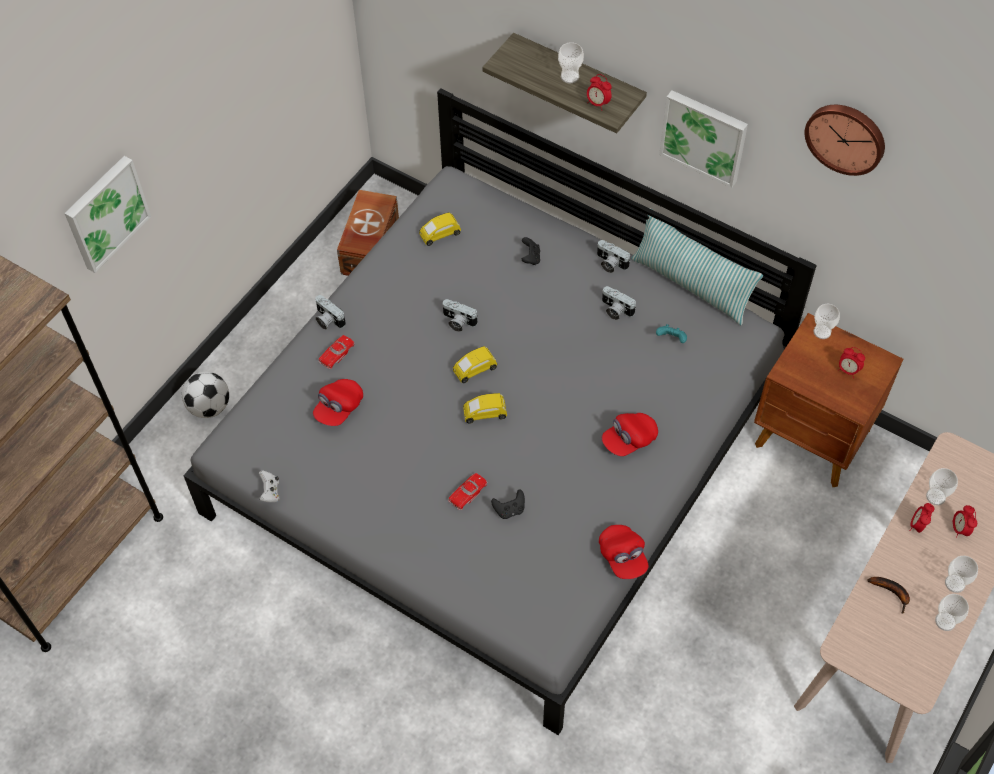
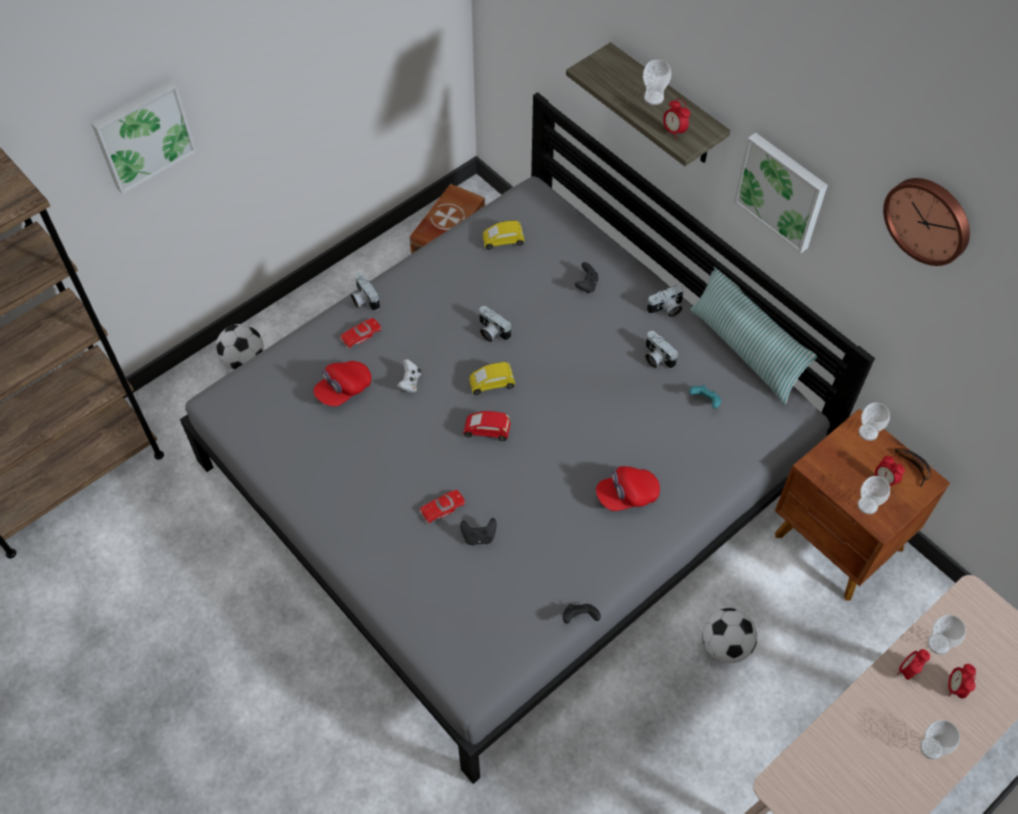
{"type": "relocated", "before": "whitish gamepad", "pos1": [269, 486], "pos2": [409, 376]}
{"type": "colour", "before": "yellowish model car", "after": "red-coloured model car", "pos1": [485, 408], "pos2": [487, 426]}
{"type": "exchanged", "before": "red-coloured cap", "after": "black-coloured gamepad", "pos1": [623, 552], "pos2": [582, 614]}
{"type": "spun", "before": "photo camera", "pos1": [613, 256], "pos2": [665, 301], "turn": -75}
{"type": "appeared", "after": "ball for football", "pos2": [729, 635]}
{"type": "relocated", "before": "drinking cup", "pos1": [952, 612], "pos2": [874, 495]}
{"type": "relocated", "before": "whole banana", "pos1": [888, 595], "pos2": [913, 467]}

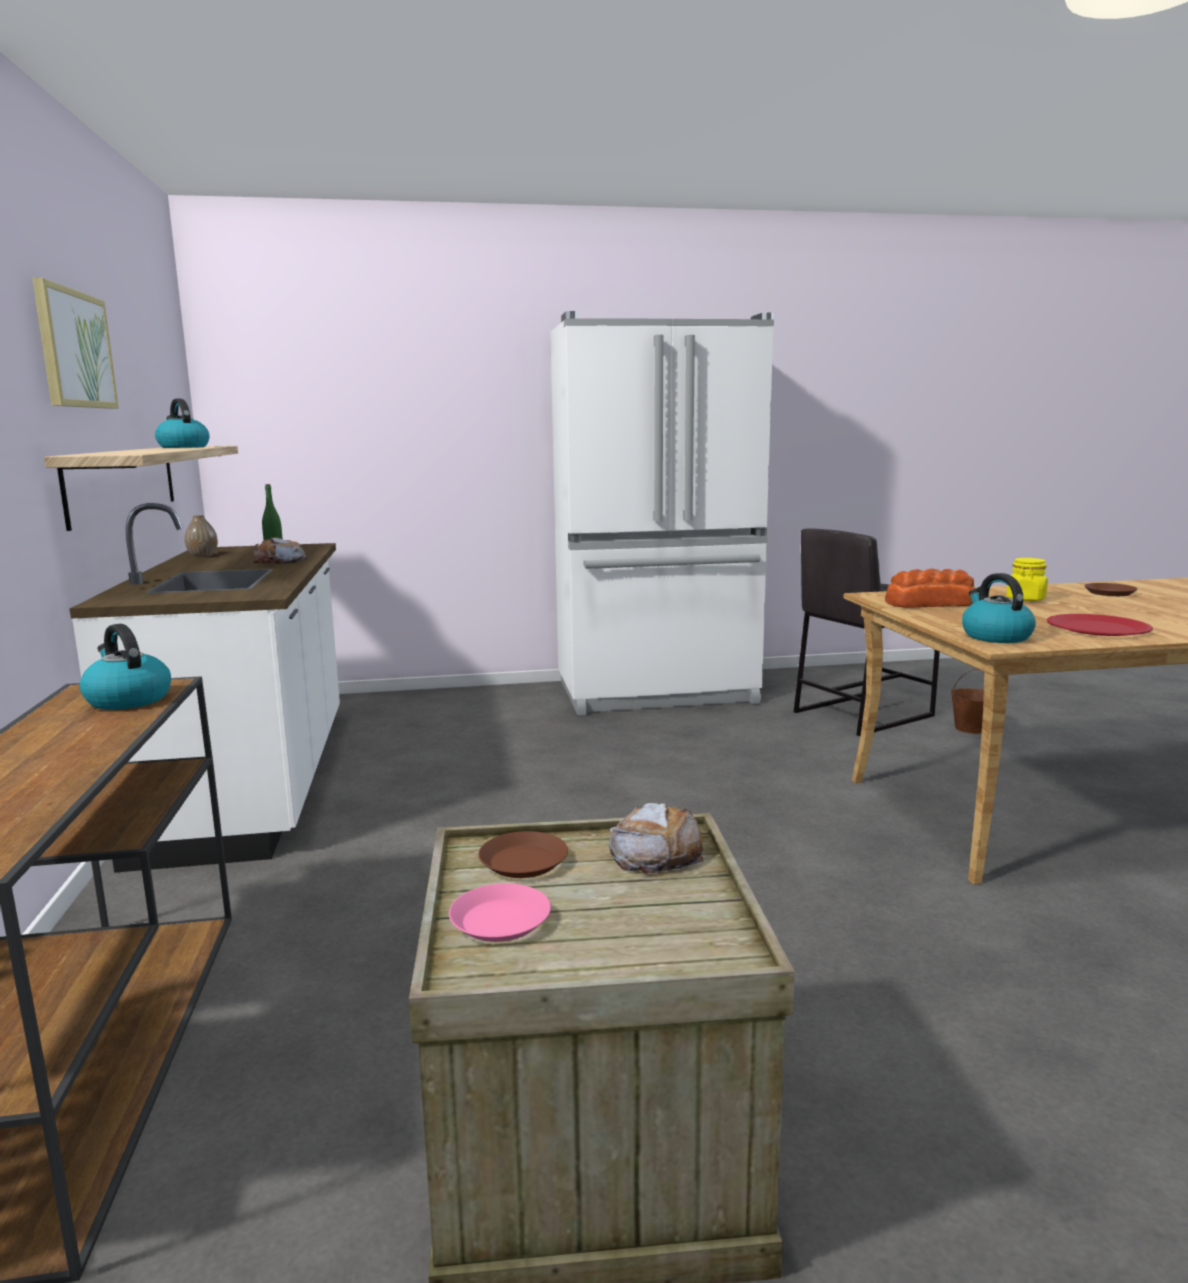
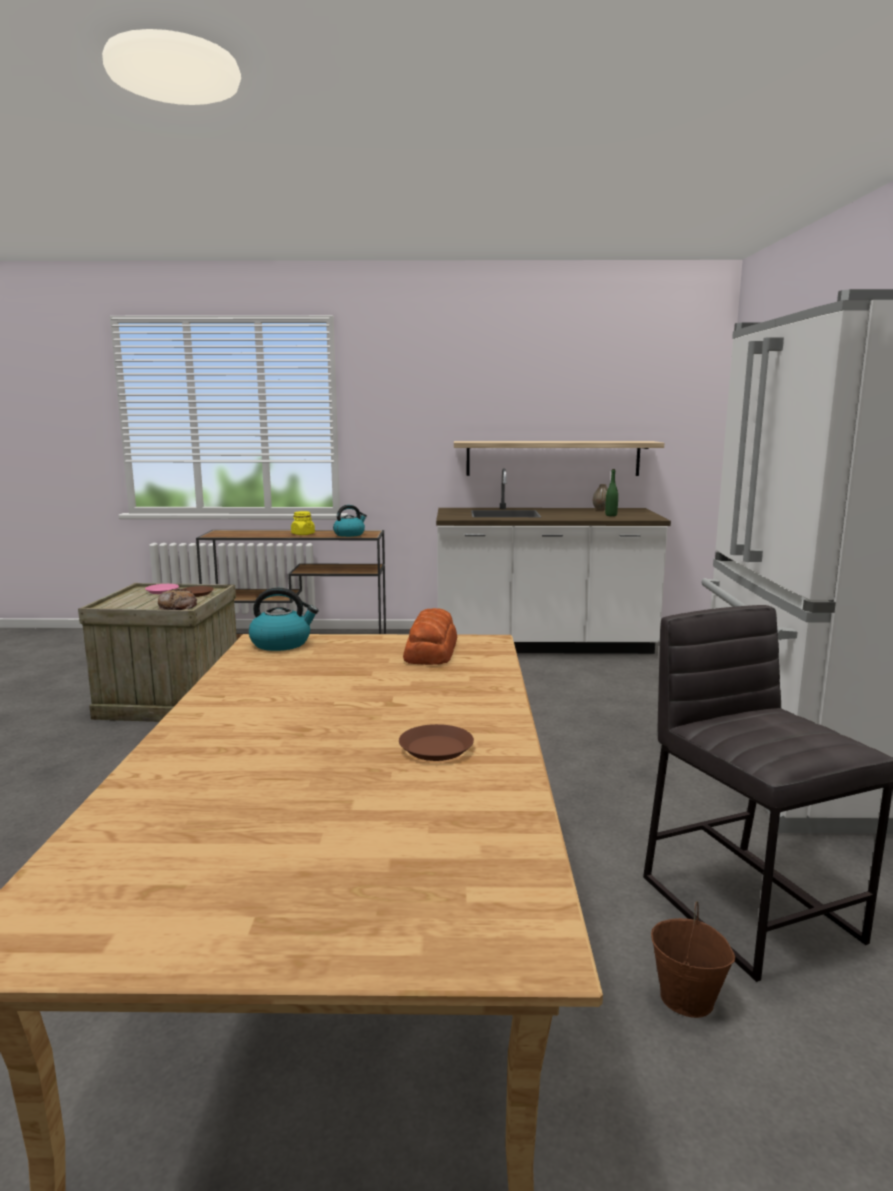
{"type": "relocated", "before": "yellowish jar", "pos1": [1027, 579], "pos2": [303, 523]}
{"type": "missing", "before": "picture", "pos1": [75, 343]}
{"type": "missing", "before": "kettle", "pos1": [182, 423]}
{"type": "missing", "before": "bread", "pos1": [280, 551]}
{"type": "missing", "before": "red-coloured plate", "pos1": [1100, 625]}

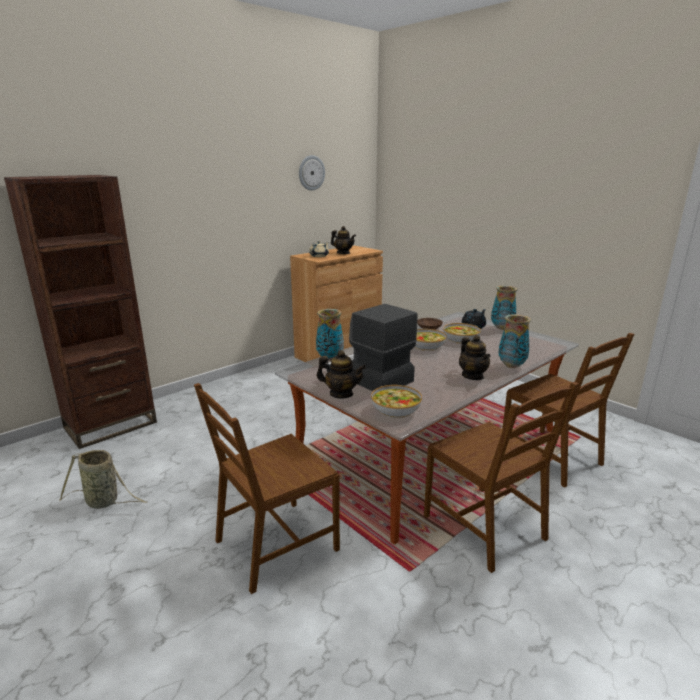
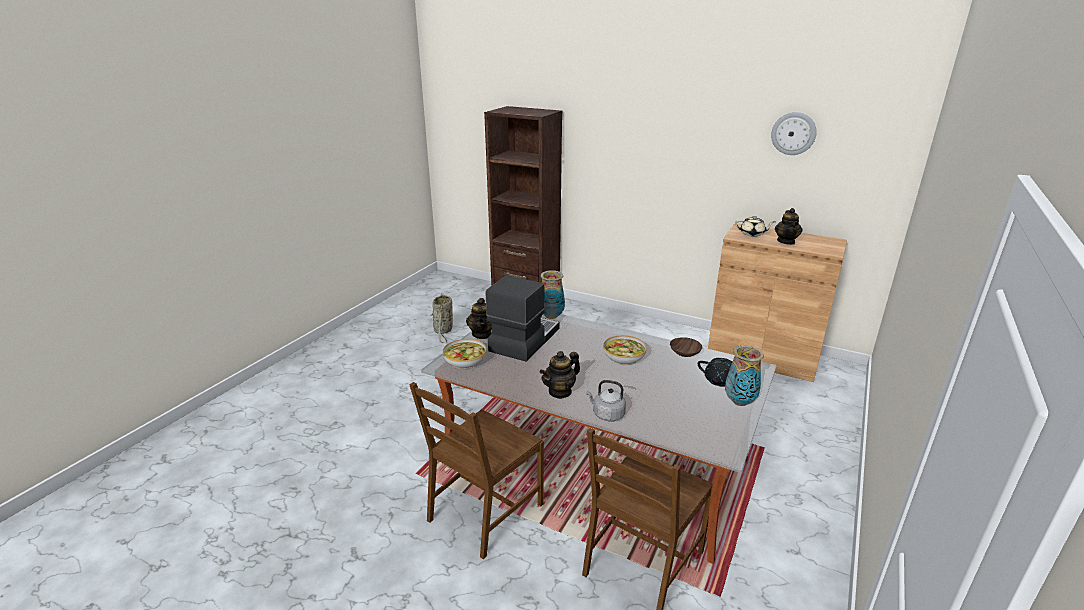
{"type": "exchanged", "before": "decorative vase", "after": "grey kettle", "pos1": [514, 341], "pos2": [606, 400]}
{"type": "missing", "before": "brown-coloured plain chair", "pos1": [267, 488]}
{"type": "missing", "before": "bowl", "pos1": [462, 333]}

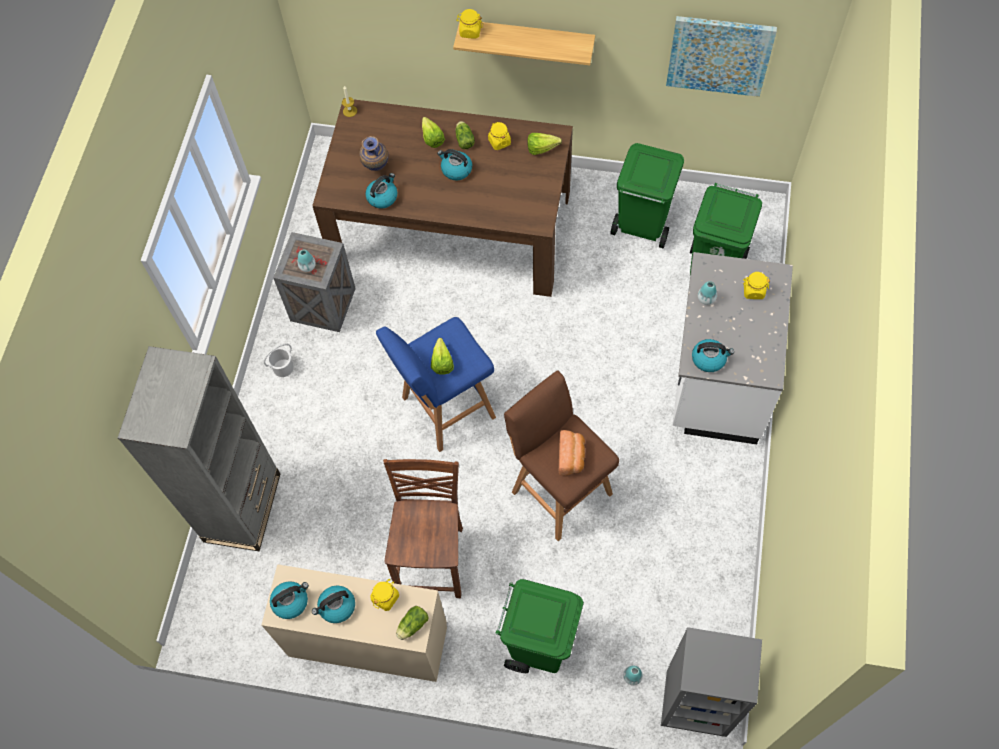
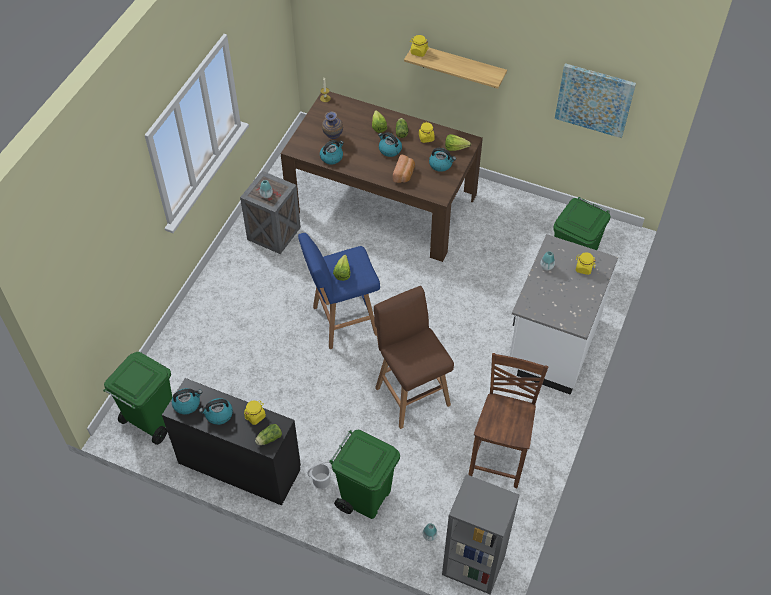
{"type": "relocated", "before": "green-coloured rubbish bin", "pos1": [647, 195], "pos2": [137, 398]}
{"type": "colour", "before": "beige-coloured desk table", "after": "black-coloured desk table", "pos1": [354, 623], "pos2": [231, 441]}
{"type": "relocated", "before": "whitish pail", "pos1": [279, 360], "pos2": [319, 475]}
{"type": "relocated", "before": "bread", "pos1": [572, 453], "pos2": [404, 169]}
{"type": "relocated", "before": "kettle", "pos1": [713, 355], "pos2": [442, 160]}
{"type": "relocated", "before": "brown-coloured plain chair", "pos1": [423, 528], "pos2": [508, 420]}
{"type": "missing", "before": "grey shelving unit", "pos1": [199, 448]}

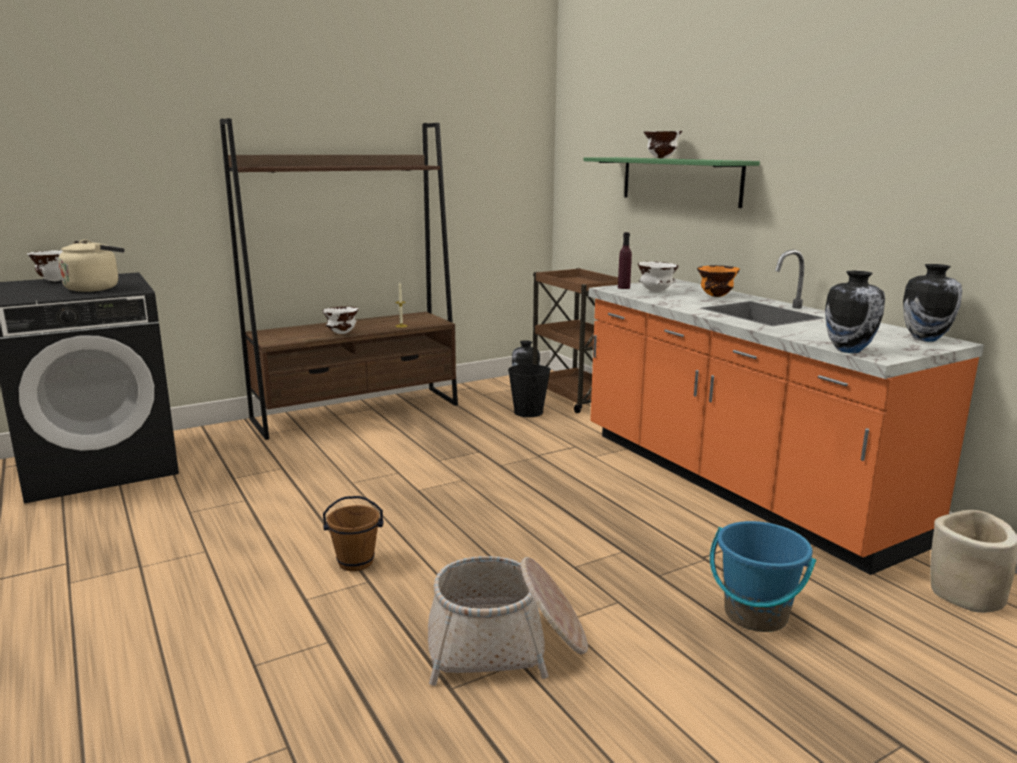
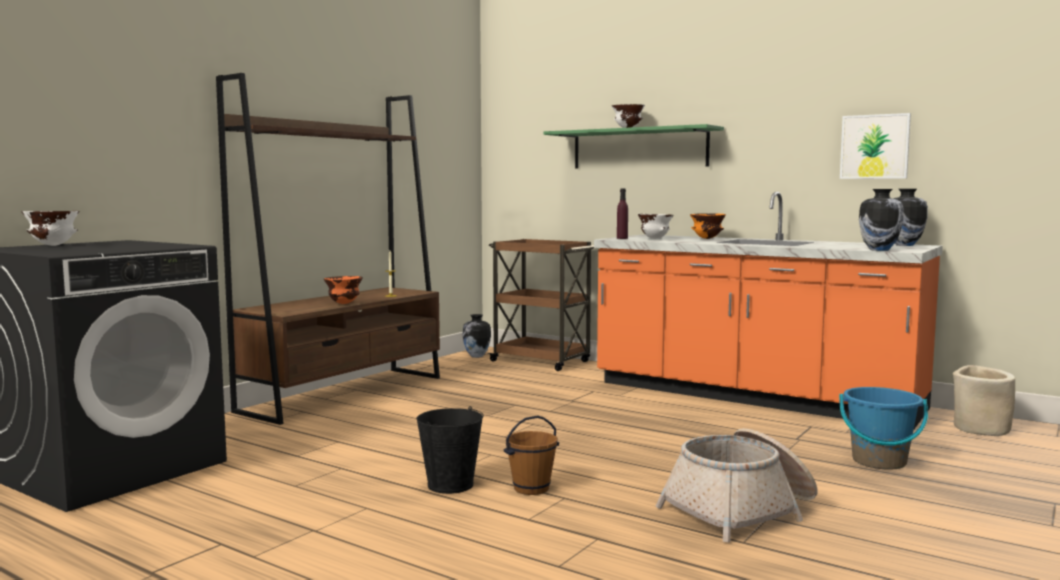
{"type": "colour", "before": "whitish bowl", "after": "orange-coloured bowl", "pos1": [340, 320], "pos2": [343, 290]}
{"type": "relocated", "before": "black-coloured pail", "pos1": [529, 390], "pos2": [450, 450]}
{"type": "appeared", "after": "picture", "pos2": [875, 146]}
{"type": "missing", "before": "beige-coloured kettle", "pos1": [91, 265]}

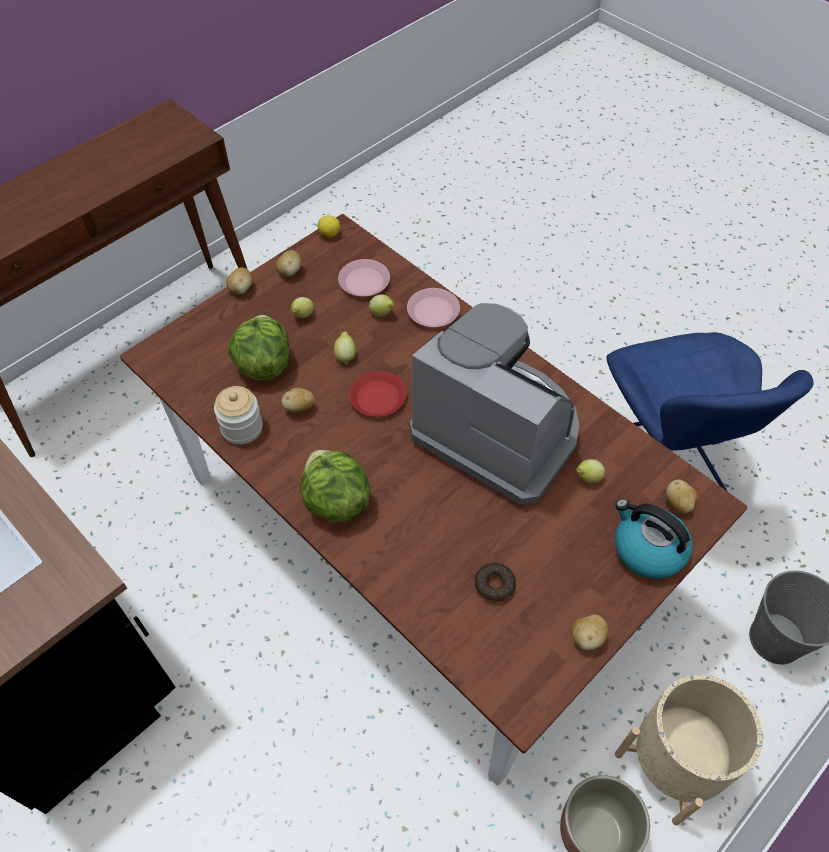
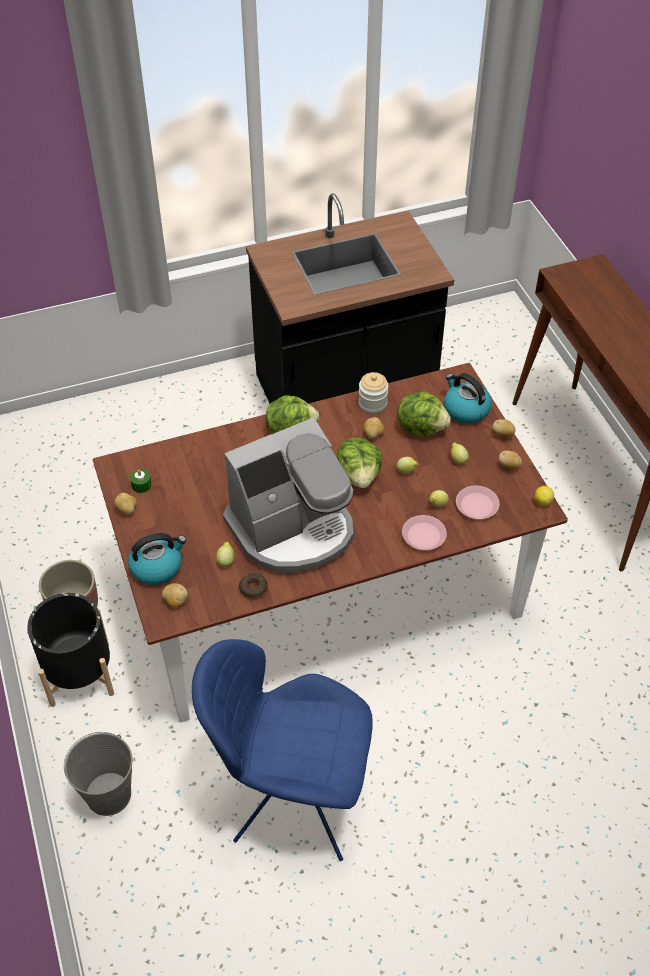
{"type": "colour", "before": "beige-coloured plant pot", "after": "black-coloured plant pot", "pos1": [689, 749], "pos2": [70, 650]}
{"type": "appeared", "after": "green-coloured wax candle", "pos2": [141, 481]}
{"type": "relocated", "before": "ring doughnut", "pos1": [495, 582], "pos2": [253, 586]}
{"type": "exchanged", "before": "red-coloured plate", "after": "head of lettuce", "pos1": [377, 394], "pos2": [359, 462]}
{"type": "appeared", "after": "kettle", "pos2": [468, 398]}

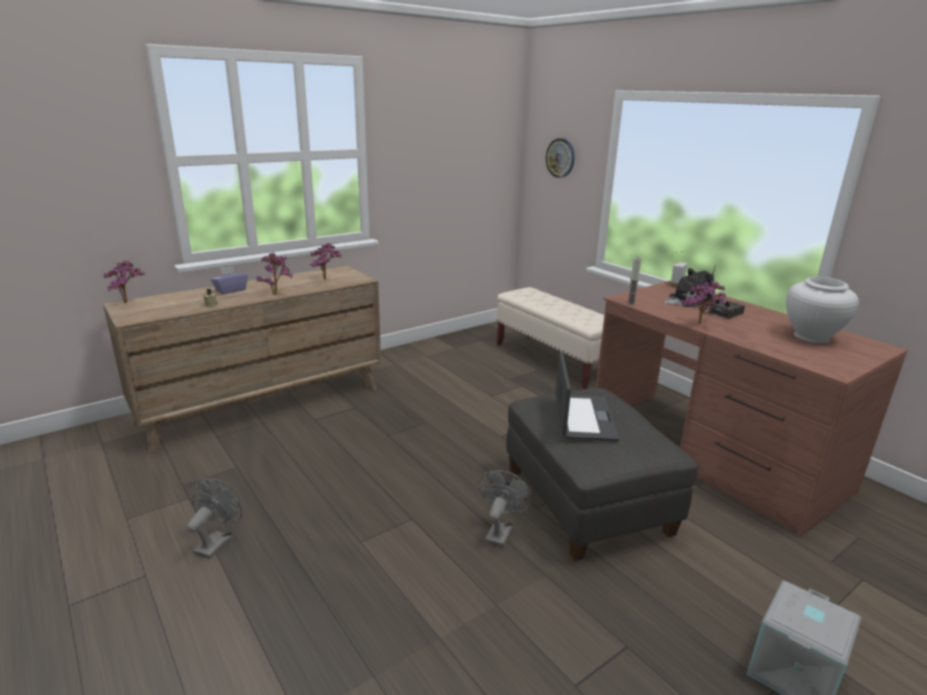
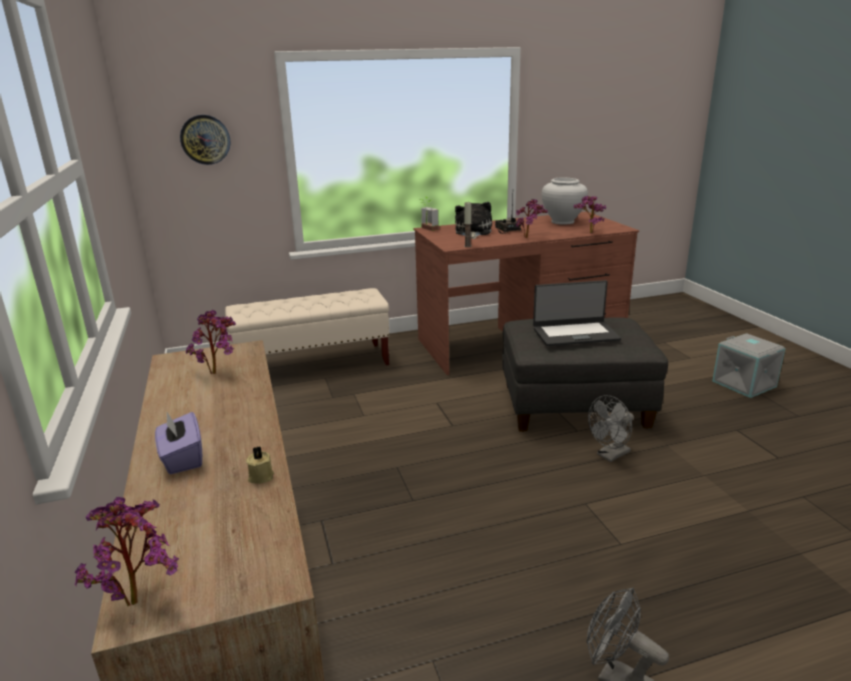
{"type": "spun", "before": "portable computer", "pos1": [587, 397], "pos2": [577, 313], "turn": 150}
{"type": "relocated", "before": "plant in a pot", "pos1": [274, 273], "pos2": [590, 214]}
{"type": "spun", "before": "grey cooling fan", "pos1": [506, 509], "pos2": [611, 428], "turn": -75}

